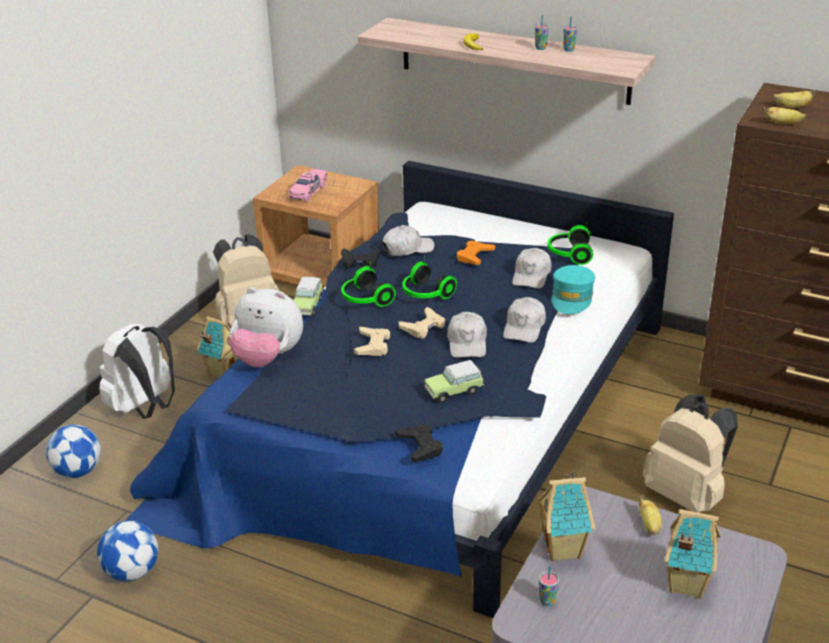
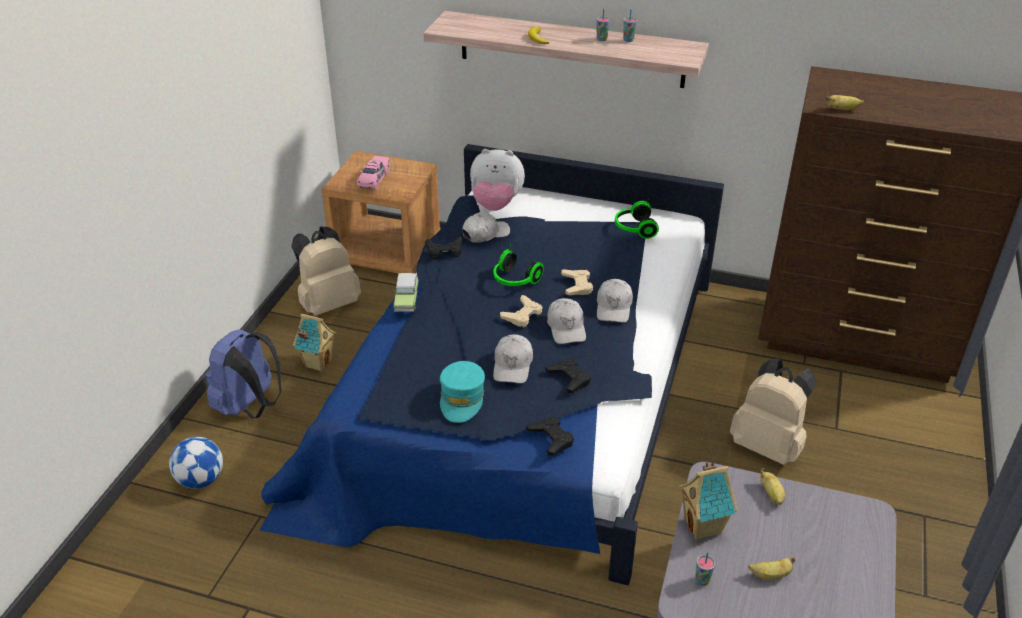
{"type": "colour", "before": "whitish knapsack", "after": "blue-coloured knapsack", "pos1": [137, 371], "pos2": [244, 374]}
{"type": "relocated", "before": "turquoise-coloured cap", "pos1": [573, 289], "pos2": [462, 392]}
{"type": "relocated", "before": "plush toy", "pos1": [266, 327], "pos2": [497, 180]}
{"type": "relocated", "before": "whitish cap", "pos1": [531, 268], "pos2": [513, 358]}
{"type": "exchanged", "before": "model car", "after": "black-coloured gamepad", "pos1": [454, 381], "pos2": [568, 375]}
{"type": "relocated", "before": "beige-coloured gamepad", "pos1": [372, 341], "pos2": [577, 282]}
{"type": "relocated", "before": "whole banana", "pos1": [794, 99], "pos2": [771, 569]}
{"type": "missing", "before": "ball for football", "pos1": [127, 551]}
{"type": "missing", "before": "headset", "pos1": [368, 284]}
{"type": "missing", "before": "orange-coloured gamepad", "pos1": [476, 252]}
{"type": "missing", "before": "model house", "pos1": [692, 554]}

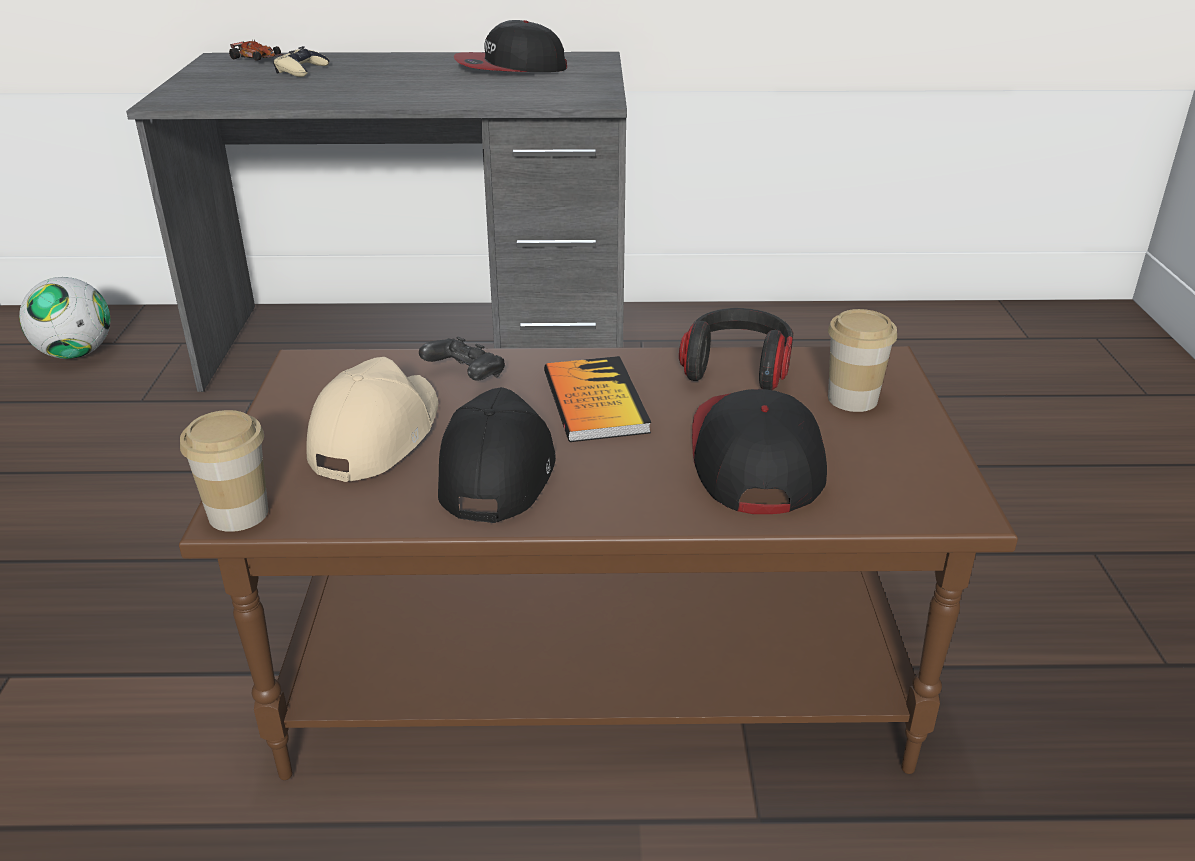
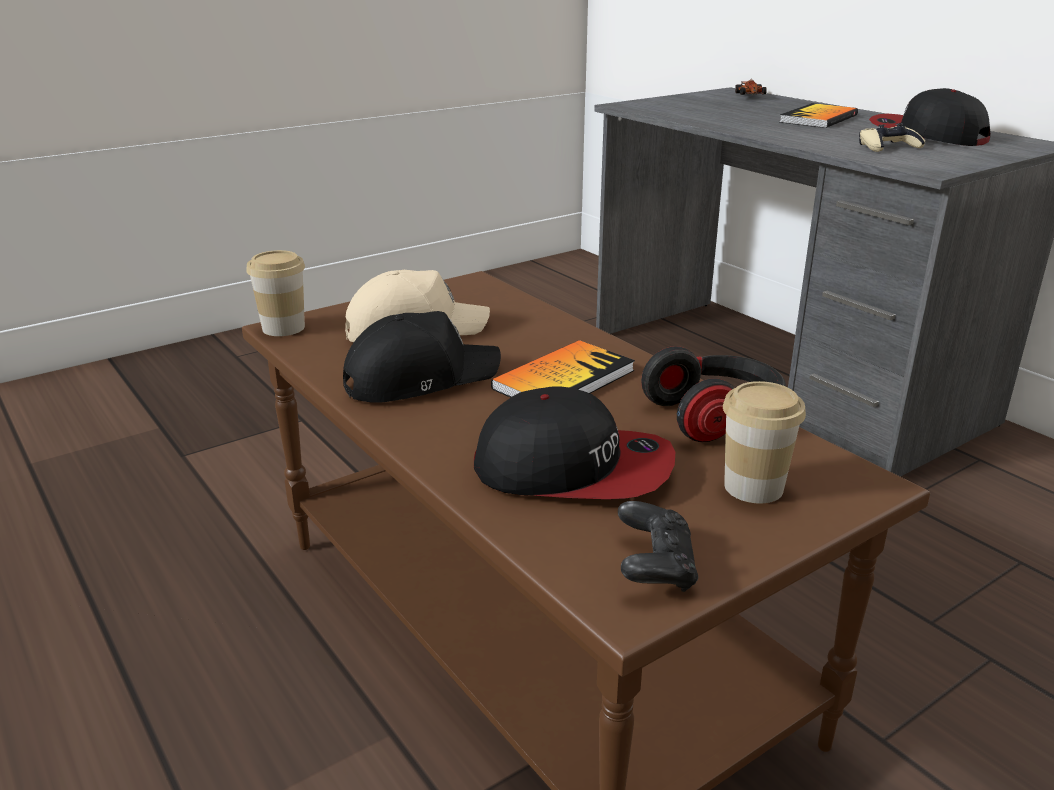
{"type": "spun", "before": "cap", "pos1": [759, 451], "pos2": [574, 442], "turn": 45}
{"type": "relocated", "before": "black-coloured gamepad", "pos1": [462, 359], "pos2": [658, 546]}
{"type": "appeared", "after": "bound book", "pos2": [818, 115]}
{"type": "relocated", "before": "beige-coloured gamepad", "pos1": [301, 61], "pos2": [892, 137]}
{"type": "missing", "before": "ball for football", "pos1": [64, 318]}

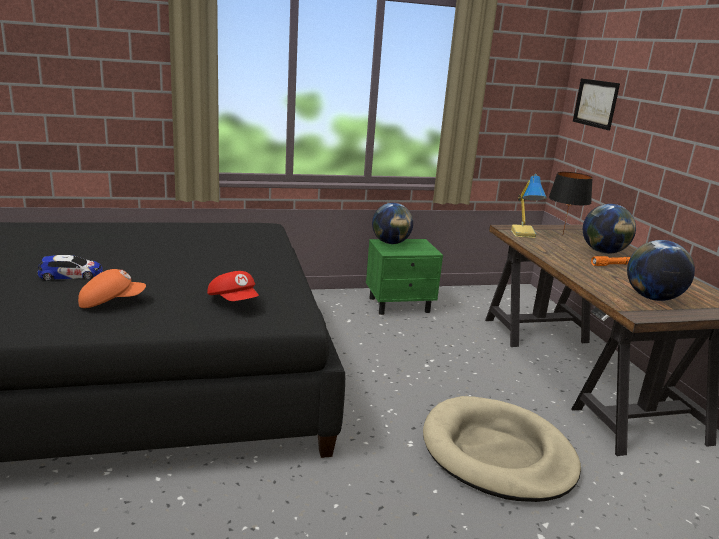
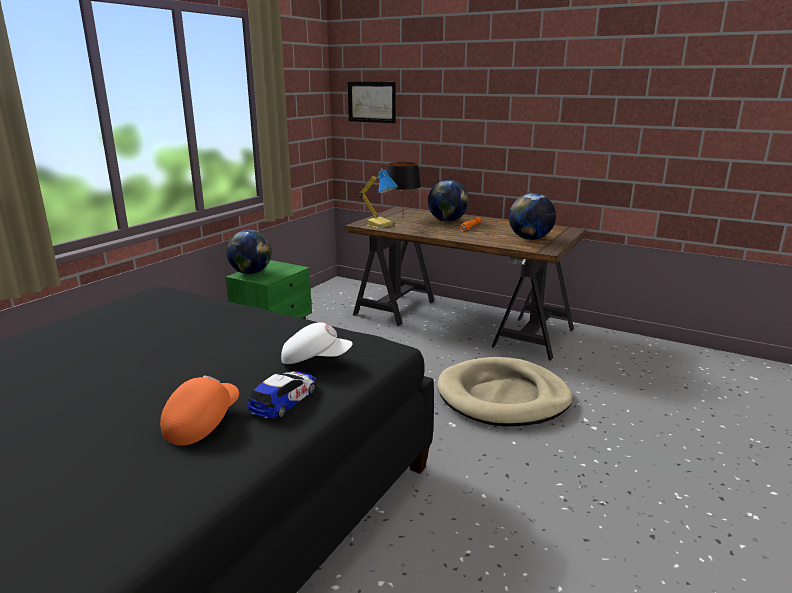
{"type": "relocated", "before": "model car", "pos1": [70, 268], "pos2": [282, 394]}
{"type": "colour", "before": "red-coloured cap", "after": "whitish cap", "pos1": [233, 286], "pos2": [316, 343]}

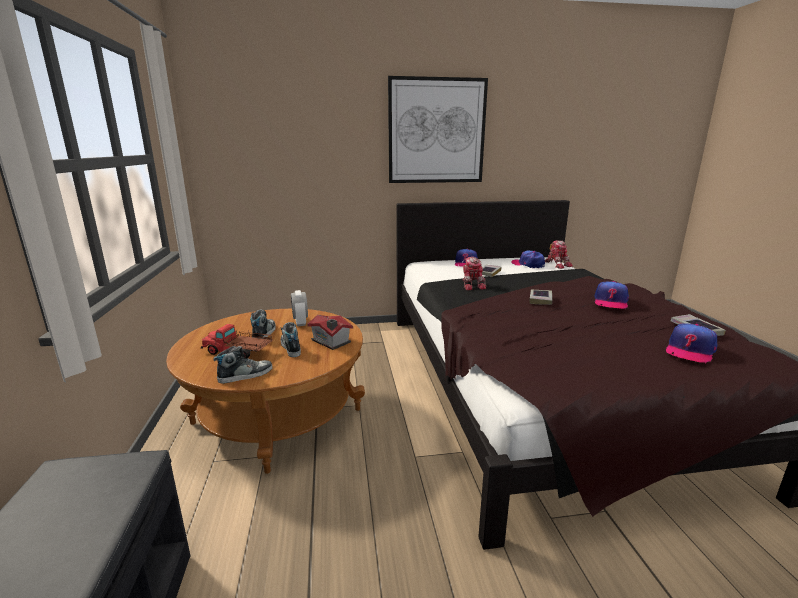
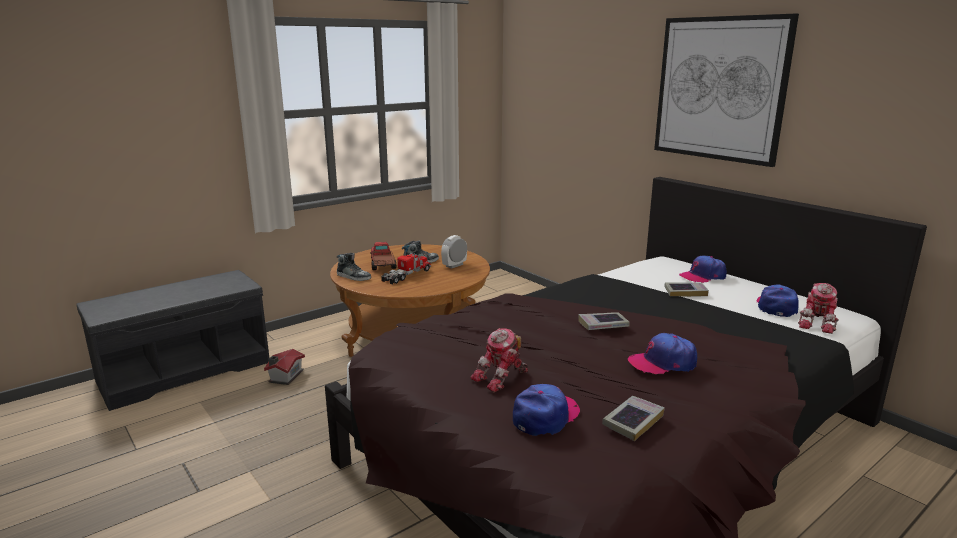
{"type": "relocated", "before": "model house", "pos1": [330, 332], "pos2": [284, 367]}
{"type": "exchanged", "before": "item of footwear", "after": "model truck", "pos1": [291, 339], "pos2": [406, 267]}
{"type": "relocated", "before": "model robot", "pos1": [474, 273], "pos2": [499, 360]}
{"type": "spun", "before": "cap", "pos1": [691, 343], "pos2": [546, 410], "turn": 120}

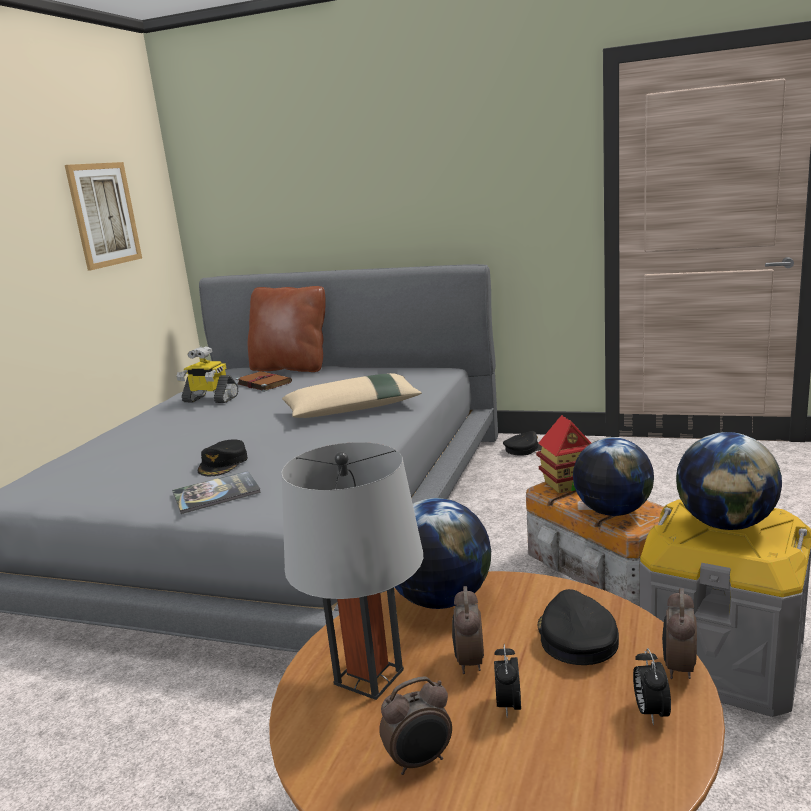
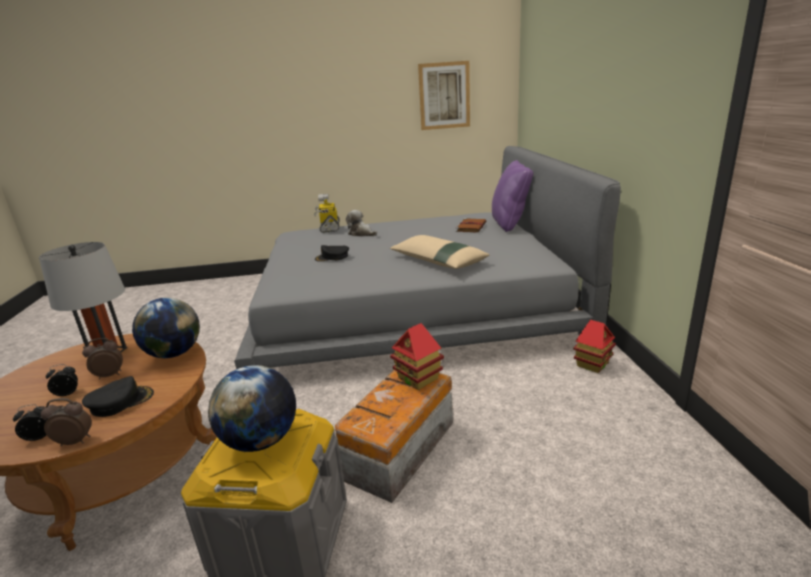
{"type": "relocated", "before": "model robot", "pos1": [207, 374], "pos2": [327, 213]}
{"type": "appeared", "after": "plush toy", "pos2": [361, 223]}
{"type": "colour", "before": "brown-coloured throw pillow", "after": "purple throw pillow", "pos1": [287, 329], "pos2": [512, 196]}
{"type": "exchanged", "before": "black-coloured cap", "after": "model house", "pos1": [522, 443], "pos2": [594, 346]}
{"type": "missing", "before": "bound book", "pos1": [216, 492]}
{"type": "missing", "before": "alarm clock", "pos1": [415, 725]}
{"type": "missing", "before": "globe", "pos1": [613, 476]}

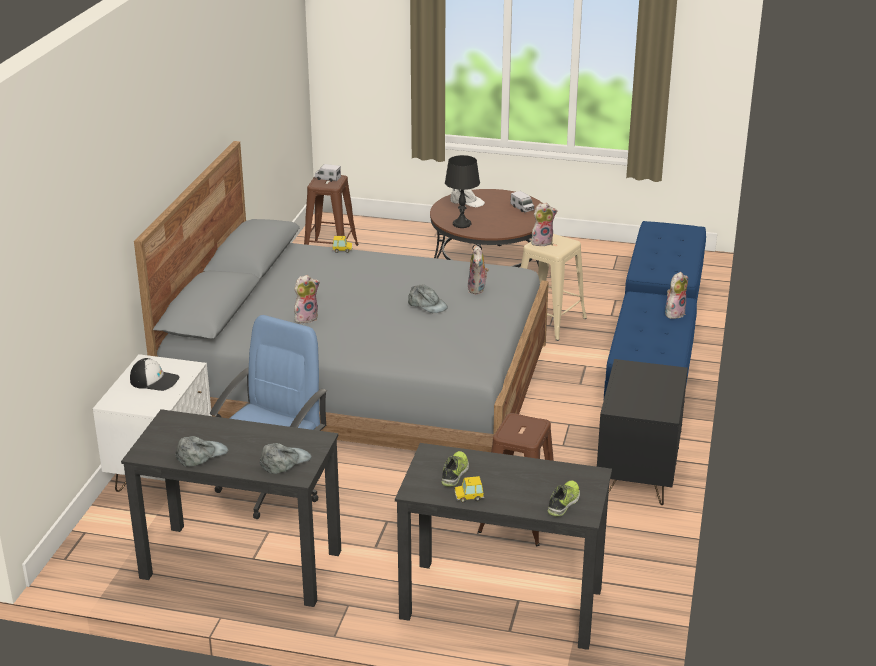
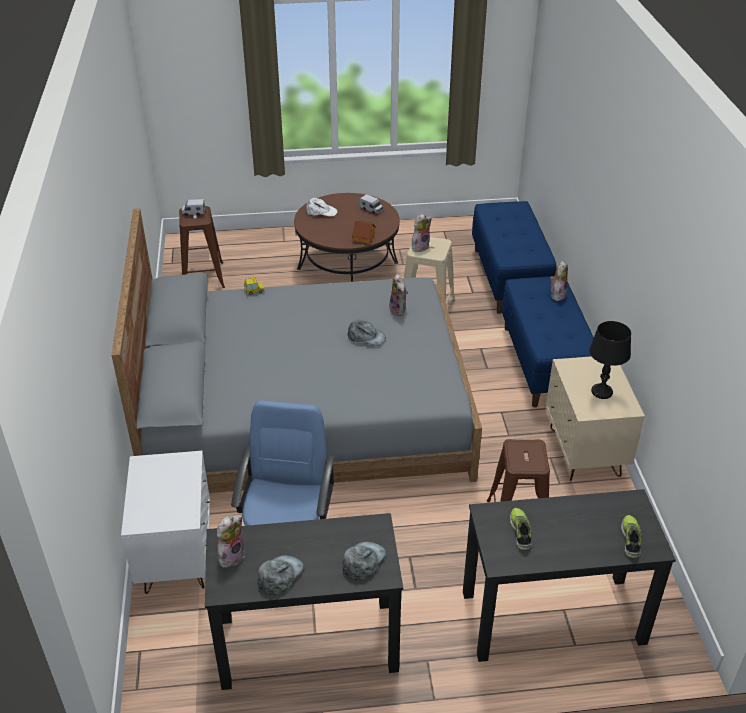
{"type": "relocated", "before": "plush toy", "pos1": [307, 299], "pos2": [231, 541]}
{"type": "appeared", "after": "model house", "pos2": [364, 232]}
{"type": "colour", "before": "black-coloured night table", "after": "beige-coloured night table", "pos1": [642, 432], "pos2": [595, 418]}
{"type": "relocated", "before": "black-coloured lamp for a table", "pos1": [462, 191], "pos2": [610, 360]}
{"type": "missing", "before": "cap", "pos1": [154, 374]}
{"type": "missing", "before": "model car", "pos1": [469, 489]}

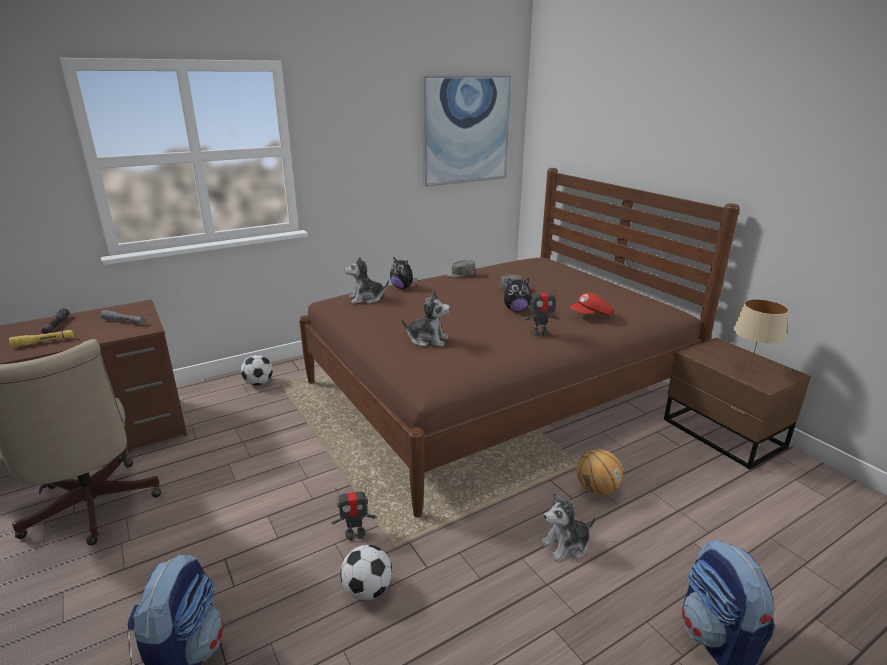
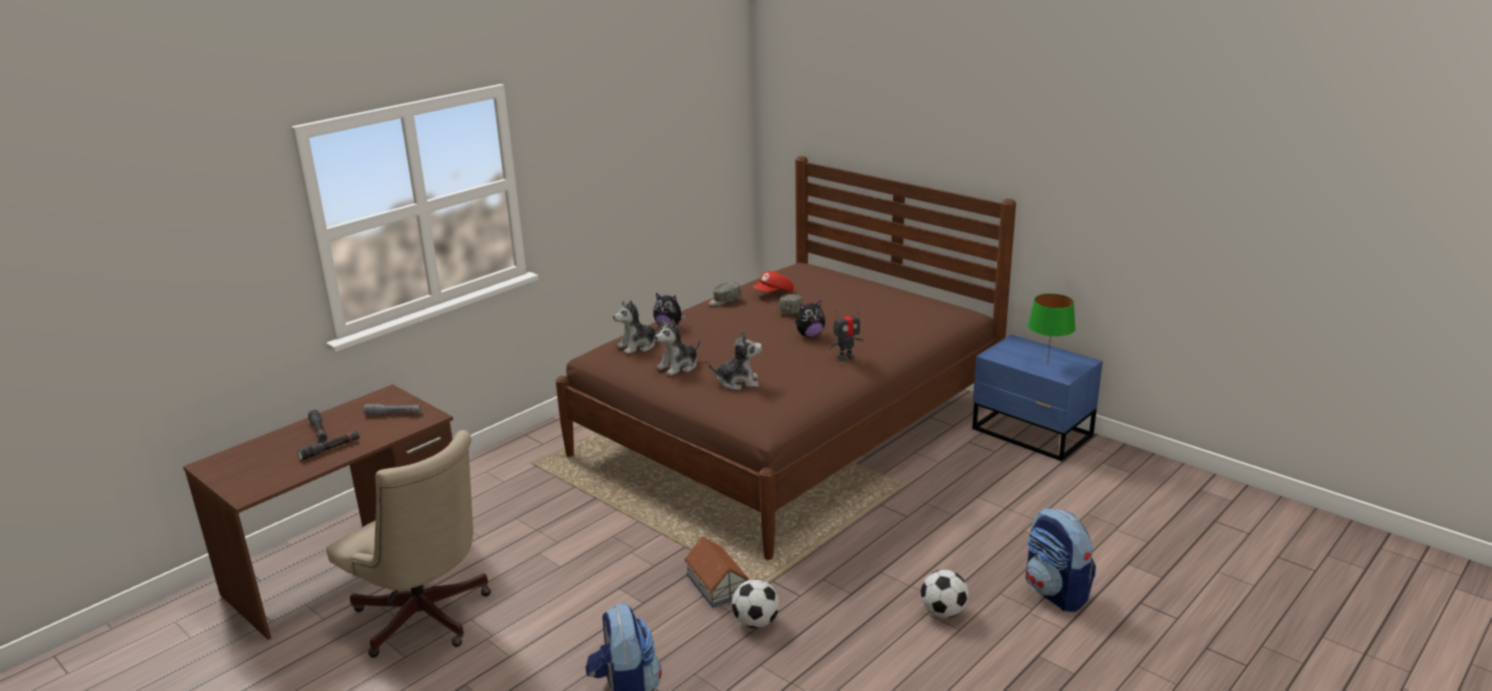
{"type": "colour", "before": "yellowish torch", "after": "black-coloured torch", "pos1": [41, 338], "pos2": [329, 445]}
{"type": "relocated", "before": "plush toy", "pos1": [568, 526], "pos2": [678, 347]}
{"type": "exchanged", "before": "model robot", "after": "model house", "pos1": [354, 512], "pos2": [717, 572]}
{"type": "relocated", "before": "red-coloured cap", "pos1": [591, 304], "pos2": [773, 281]}
{"type": "relocated", "before": "ball for football", "pos1": [257, 370], "pos2": [945, 593]}
{"type": "colour", "before": "brown-coloured night table", "after": "blue-coloured night table", "pos1": [737, 403], "pos2": [1037, 397]}
{"type": "colour", "before": "beige-coloured lamp for a table", "after": "green-coloured lamp for a table", "pos1": [761, 335], "pos2": [1051, 329]}
{"type": "missing", "before": "picture", "pos1": [466, 131]}
{"type": "missing", "before": "ball for basketball", "pos1": [600, 472]}

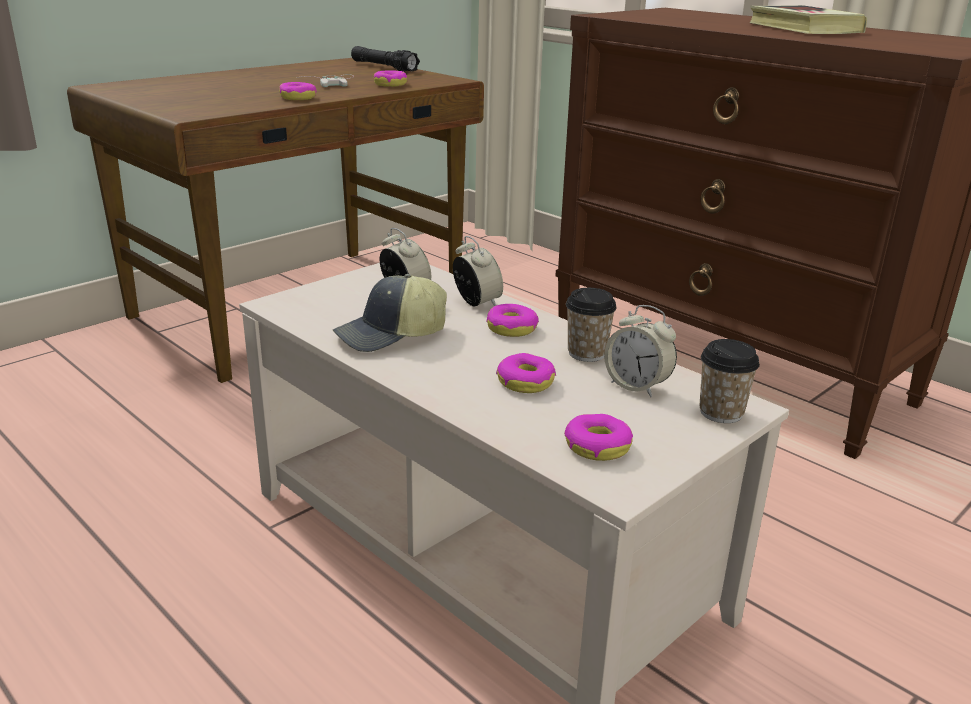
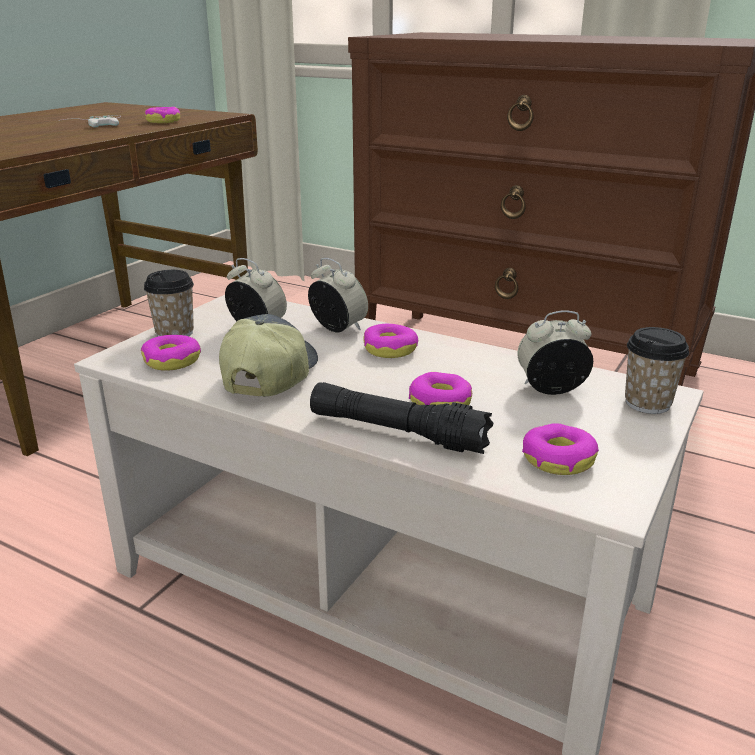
{"type": "relocated", "before": "ring doughnut", "pos1": [298, 91], "pos2": [171, 353]}
{"type": "relocated", "before": "drinking cup", "pos1": [591, 325], "pos2": [169, 303]}
{"type": "spun", "before": "cap", "pos1": [390, 313], "pos2": [268, 355], "turn": 150}
{"type": "relocated", "before": "black-coloured torch", "pos1": [385, 59], "pos2": [401, 418]}
{"type": "spun", "before": "alarm clock", "pos1": [640, 351], "pos2": [555, 352], "turn": 150}
{"type": "missing", "before": "bound book", "pos1": [808, 19]}

